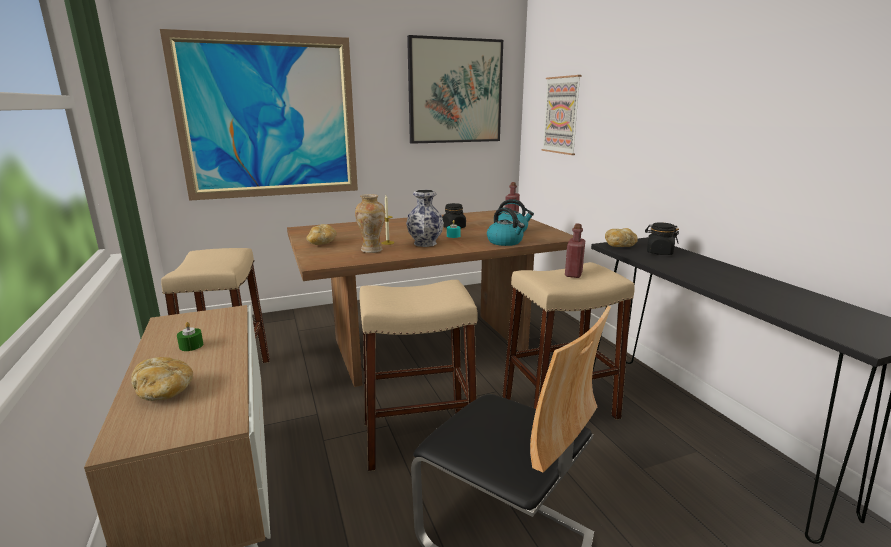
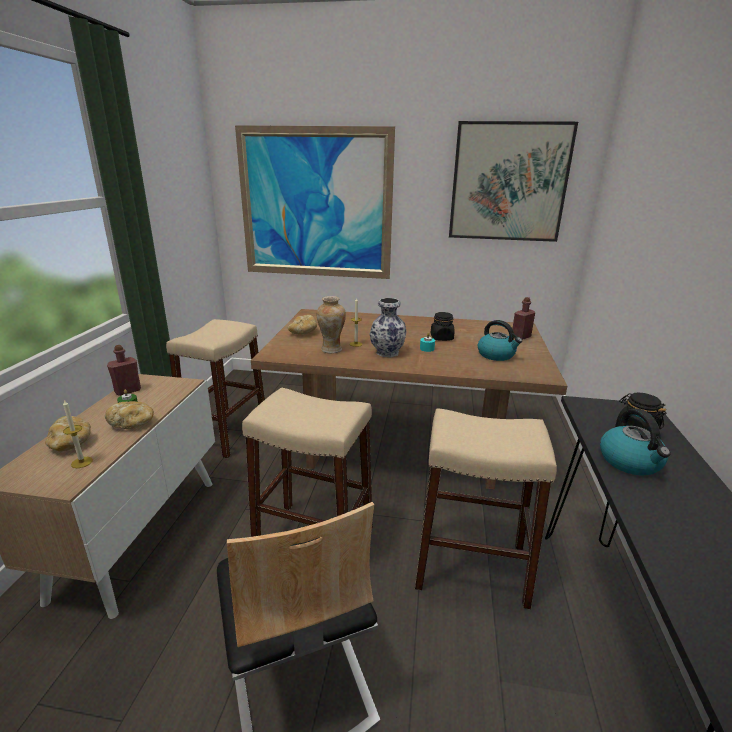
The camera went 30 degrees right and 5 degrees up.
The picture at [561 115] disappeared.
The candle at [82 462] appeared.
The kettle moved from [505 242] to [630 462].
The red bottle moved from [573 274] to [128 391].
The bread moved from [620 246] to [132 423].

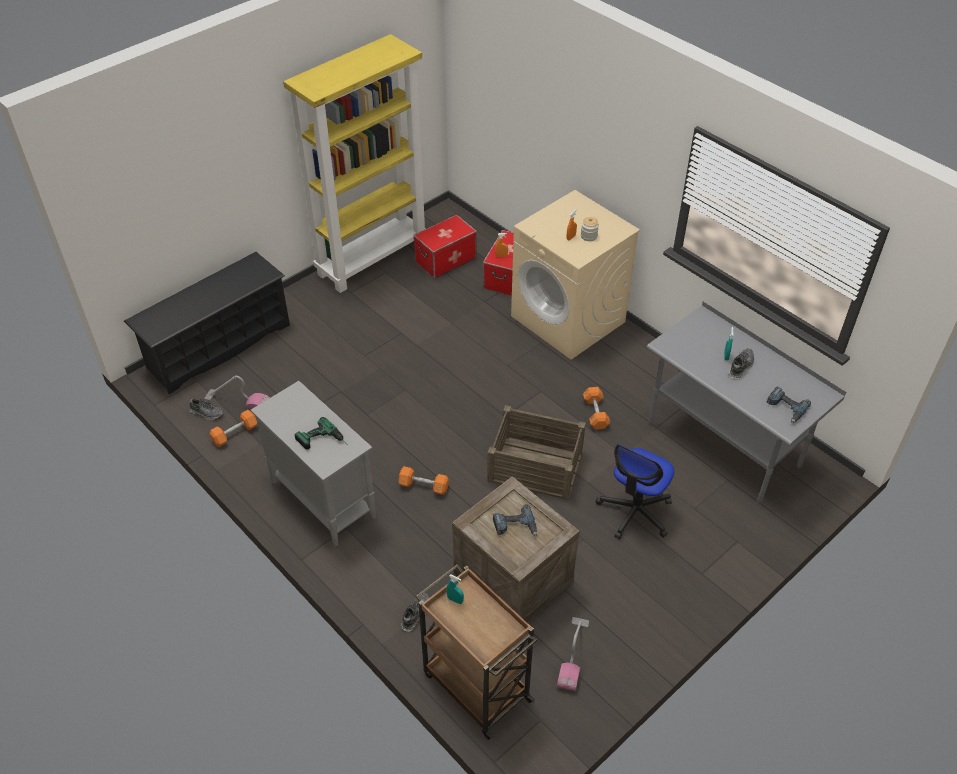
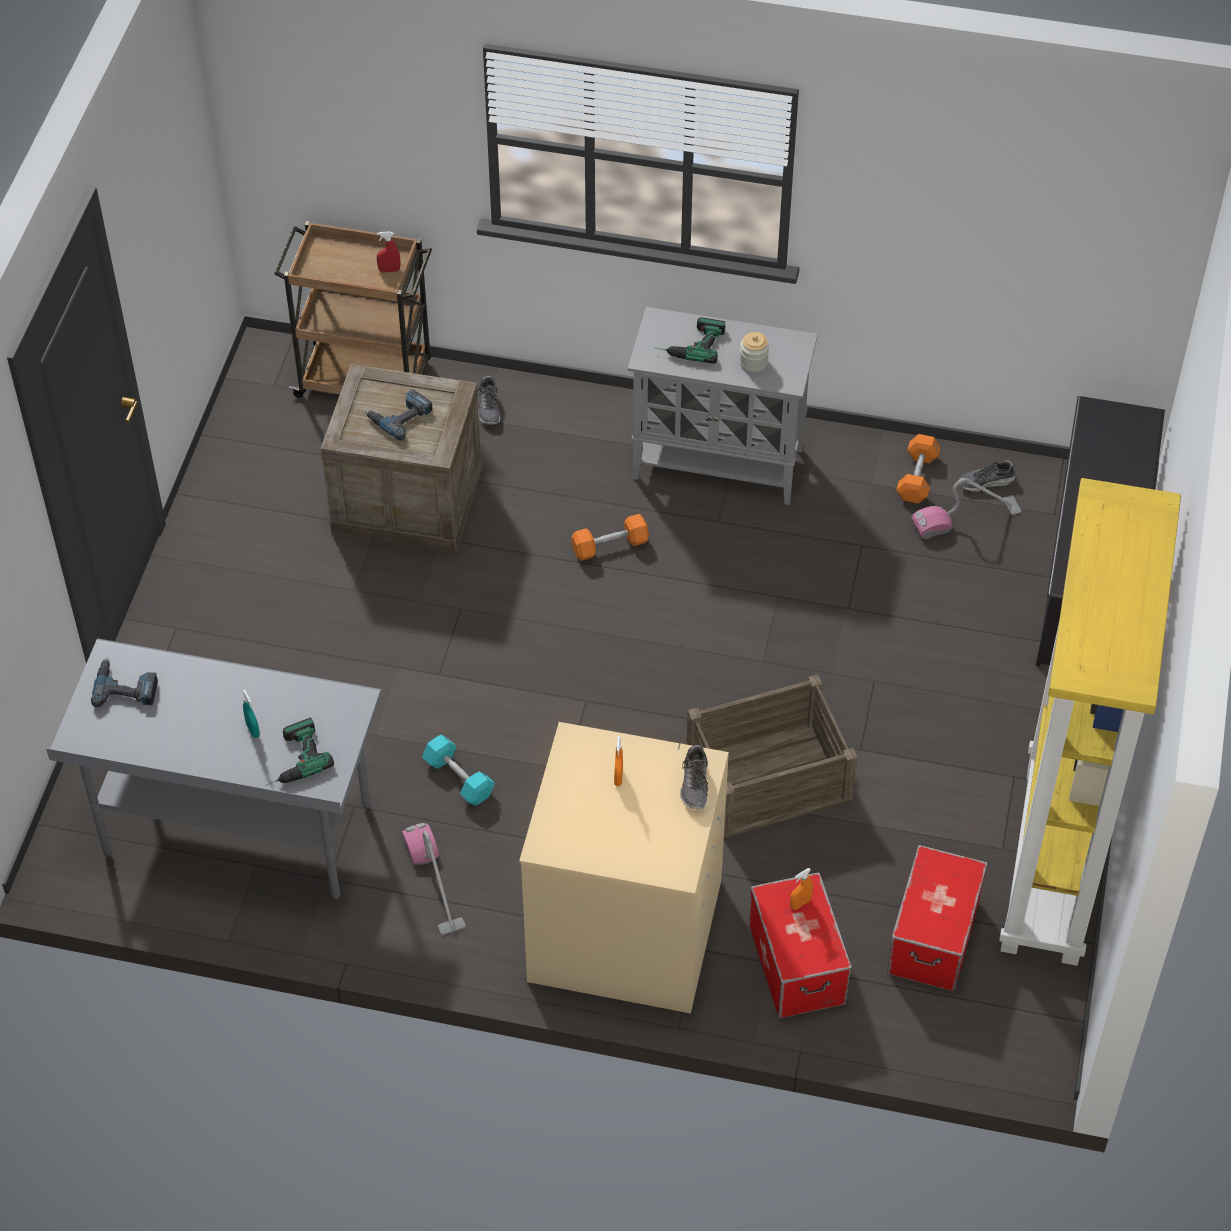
The camera went 145 degrees right and 5 degrees up.
The office chair at [635 512] disappeared.
The power drill at [291 759] appeared.
The crate moved from [535 466] to [767 776].
The vacuum cleaner moved from [573 654] to [434 882].
The jar moved from [589 236] to [753 362].
The shoe moved from [740 366] to [695 784].
The turquoise spray bottle at [455 600] became the red spray bottle at [389 270].
The orange dumbbell at [595 413] became the turquoise dumbbell at [458 778].

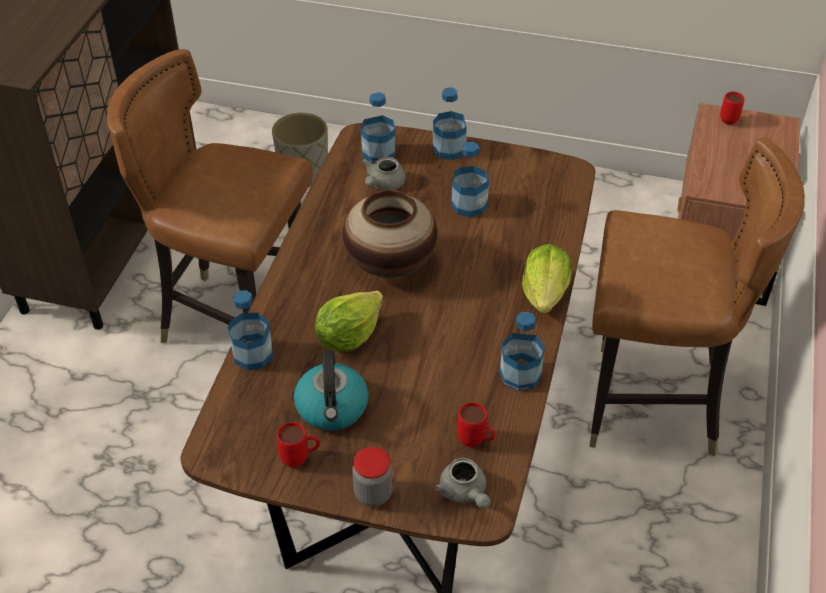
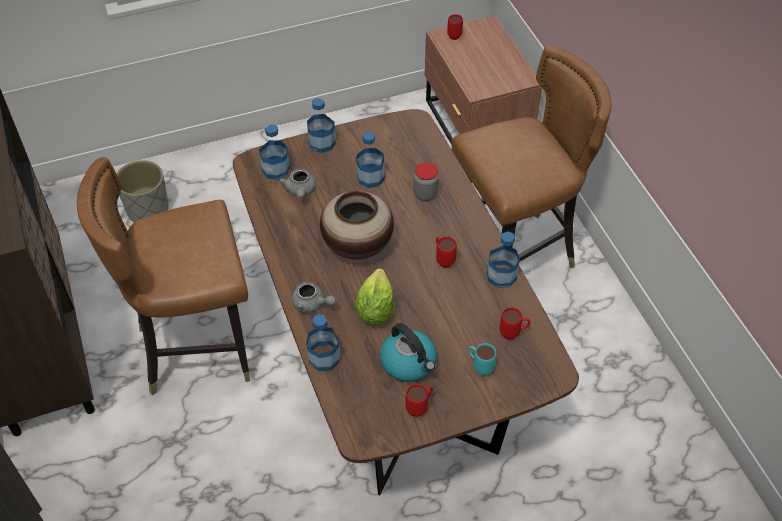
The camera went 35 degrees left and 5 degrees up.
The lettuce at [545 294] disappeared.
The red mug at [443 259] appeared.
The turquoise mug at [479 367] appeared.
The jar moved from [373 493] to [425 194].
The grey teapot moved from [464 493] to [312 304].

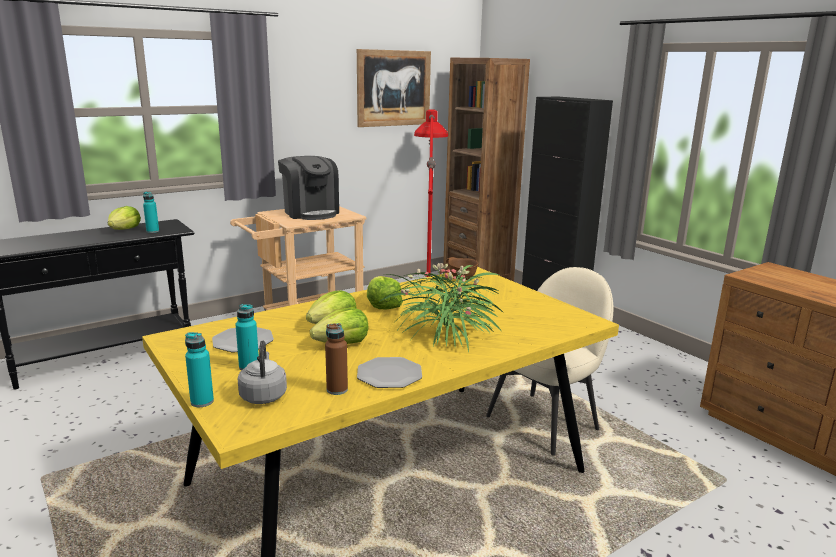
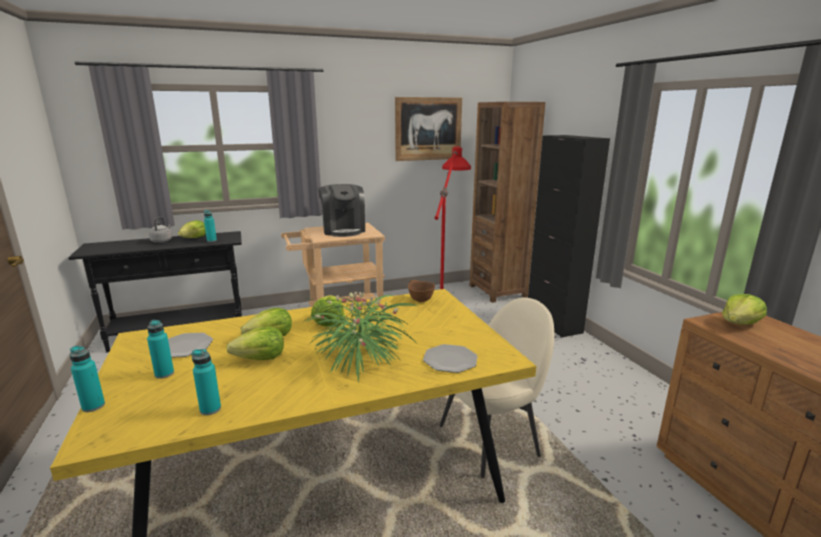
The camera went 15 degrees right and 0 degrees up.
The lettuce at [740 323] appeared.
The grey kettle moved from [263 395] to [162 241].
The plate moved from [389 374] to [450 360].
The brown bottle at [337 389] became the turquoise bottle at [210 409].

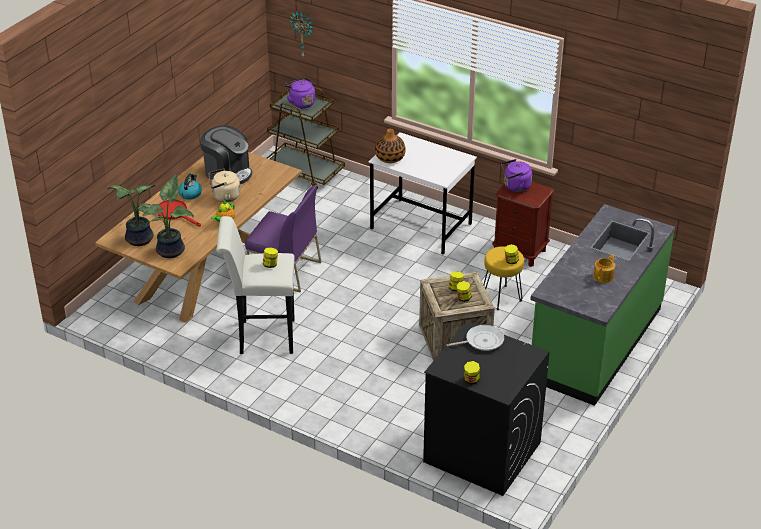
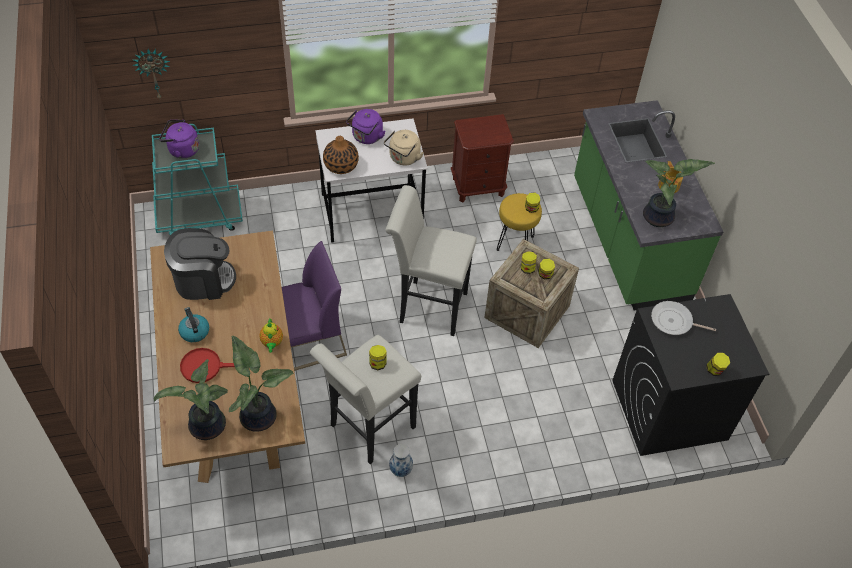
The camera went 45 degrees left and 15 degrees up.
The white stool at [427 306] appeared.
The vase at [400 470] appeared.
The potted plant at [659 218] appeared.
The beige kettle moved from [224 197] to [403 158].
The purple kettle moved from [515 187] to [366 137].
The brown cart at [305 172] became the turquoise cart at [200 216].
The frying pan at [482 341] turned 105 degrees counterclockwise.

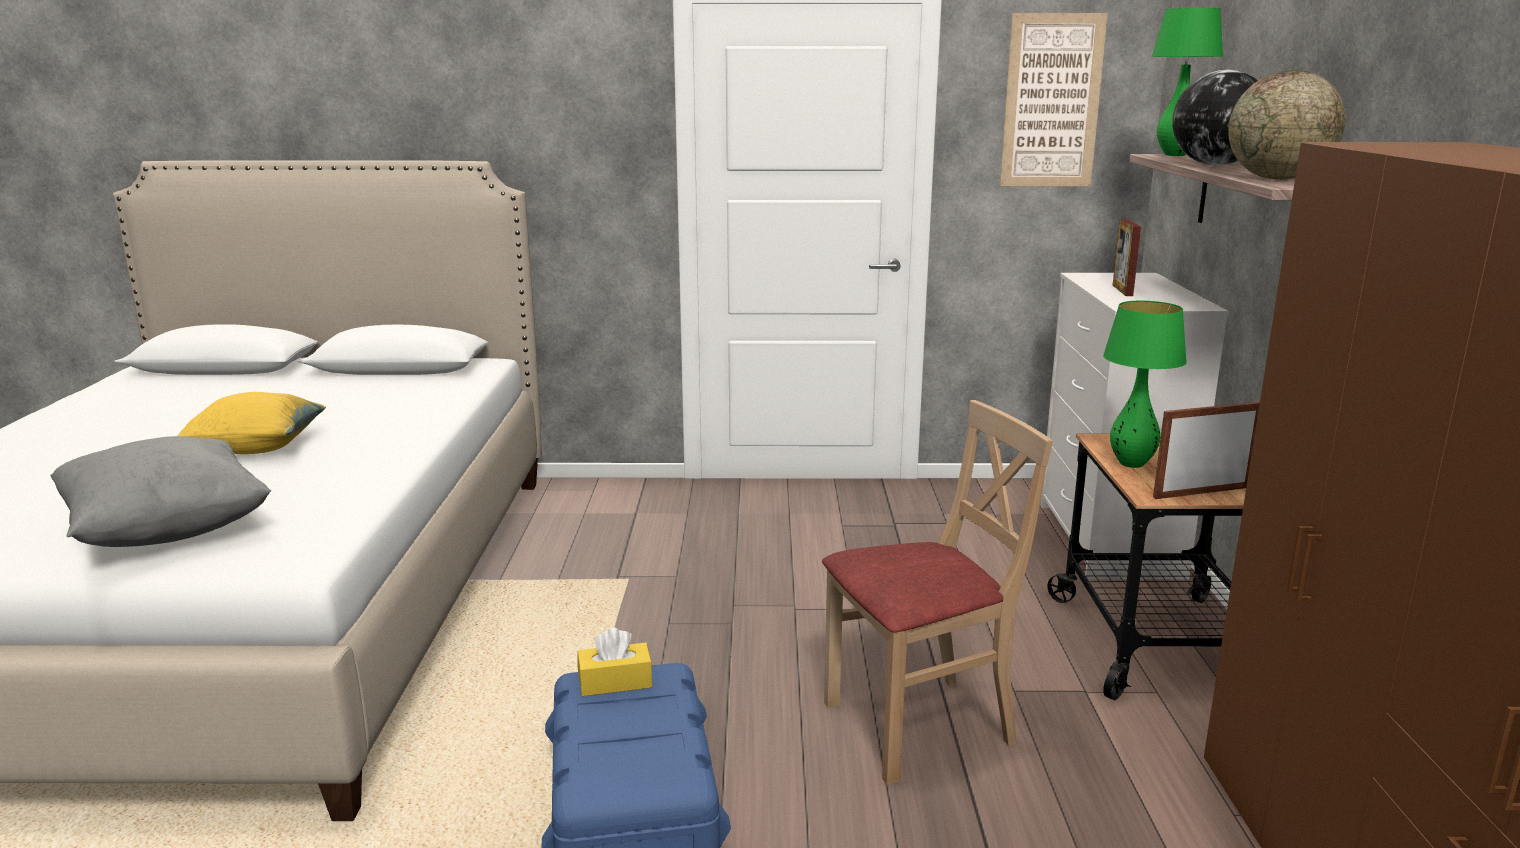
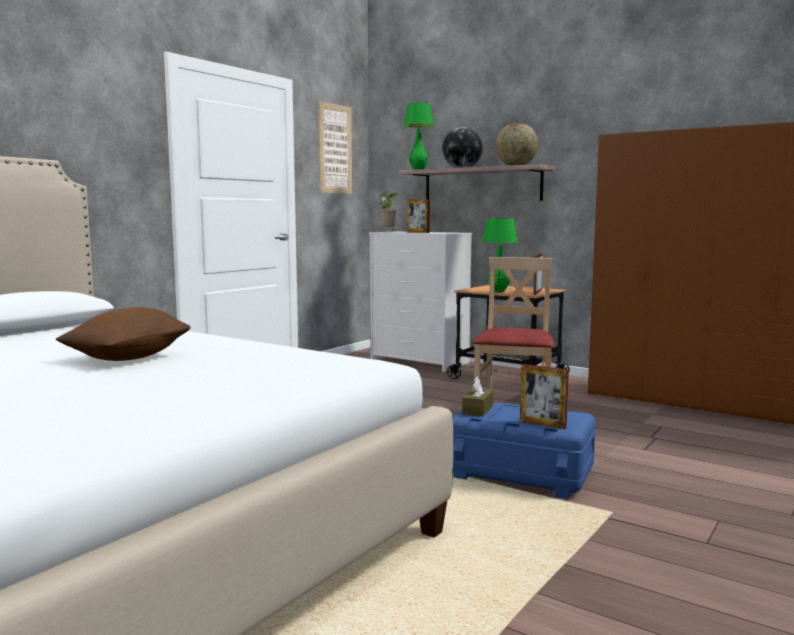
The camera went 55 degrees left and 10 degrees down.
The grey pillow at [167 532] disappeared.
The potted plant at [388 232] appeared.
The picture frame at [542 424] appeared.
The yellow pillow at [257 448] became the brown pillow at [128 358].
The yellow tissue box at [615 682] became the brown tissue box at [477 410].

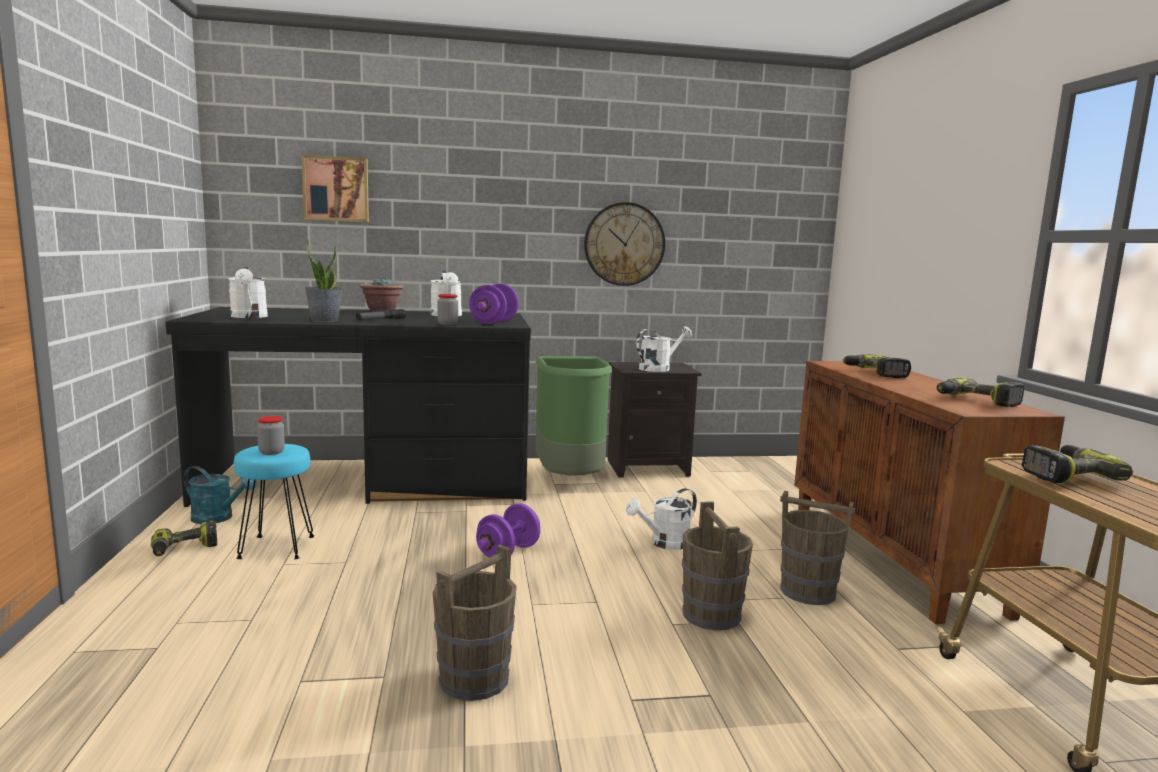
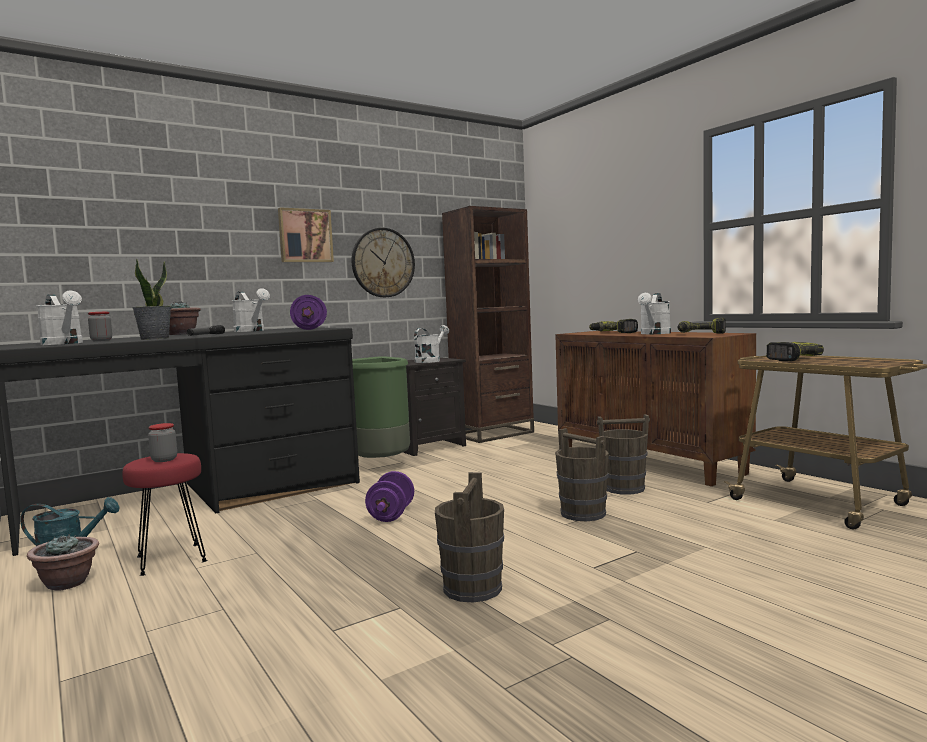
The camera went 25 degrees left and 5 degrees down.
The brown bookcase at [493 434] appeared.
The picture moved from [336 189] to [305 236].
The jar moved from [447 324] to [101 340].
The white watering can moved from [664 543] to [654 333].
The power drill at [185 549] was replaced by the potted plant at [67 583].
The turquoise stool at [276 548] became the red stool at [171 560].

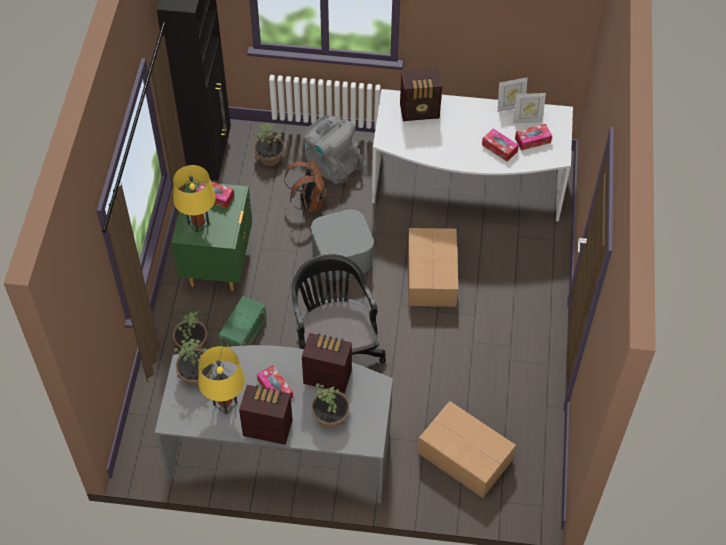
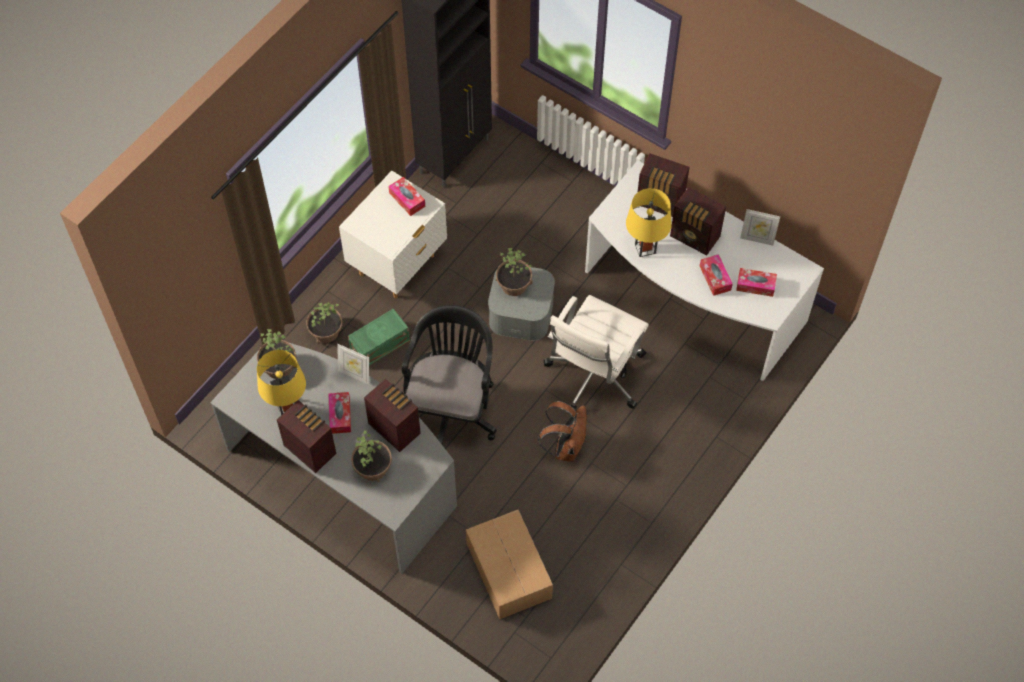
The camera went 30 degrees right and 5 degrees up.
The grey backpack at [331 165] disappeared.
The radio at [695 237] appeared.
The yellow table lamp moved from [198 223] to [645 248].
The potted plant moved from [270 158] to [513 285].
The brown backpack moved from [309 203] to [565 446].
The picture frame moved from [527 120] to [355 374].
The cardboard box at [431 276] was replaced by the white office chair at [594 376].
The green nightstand at [218 265] became the white nightstand at [398 266].

